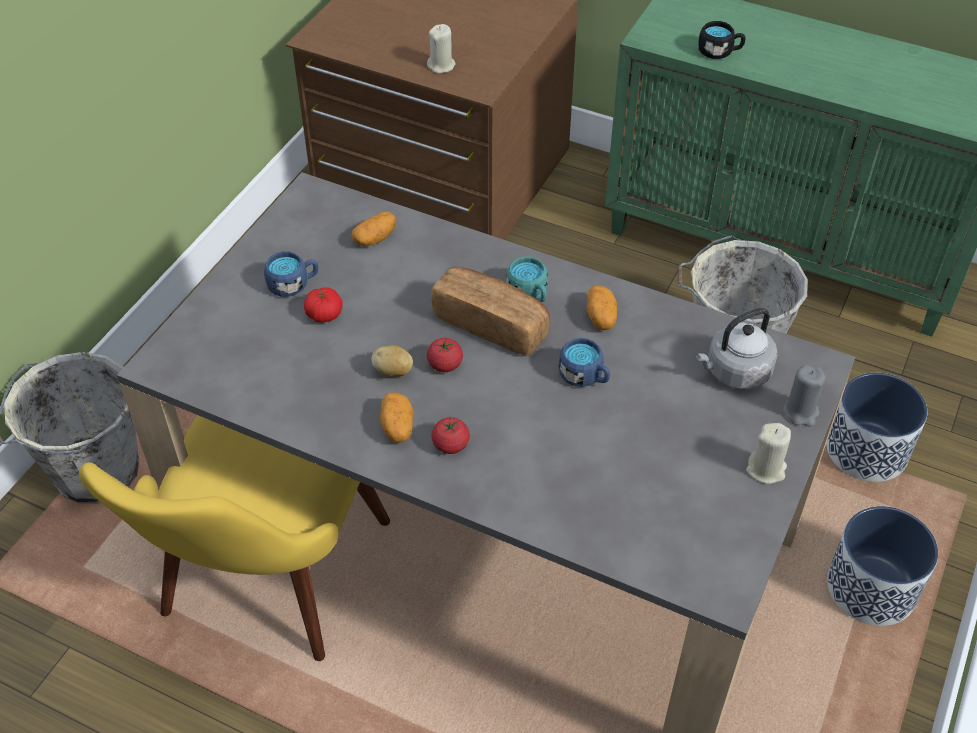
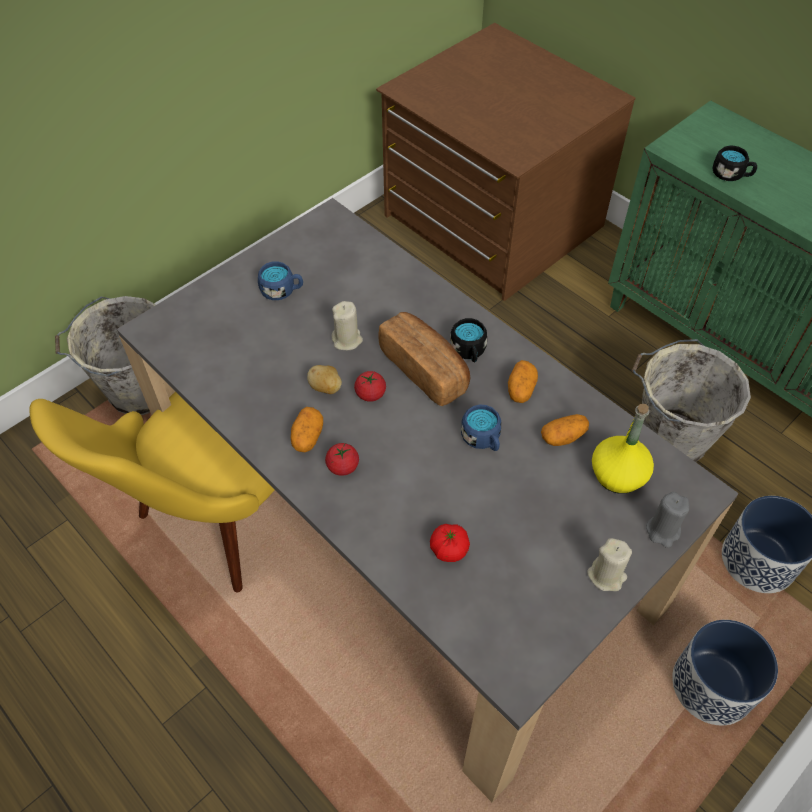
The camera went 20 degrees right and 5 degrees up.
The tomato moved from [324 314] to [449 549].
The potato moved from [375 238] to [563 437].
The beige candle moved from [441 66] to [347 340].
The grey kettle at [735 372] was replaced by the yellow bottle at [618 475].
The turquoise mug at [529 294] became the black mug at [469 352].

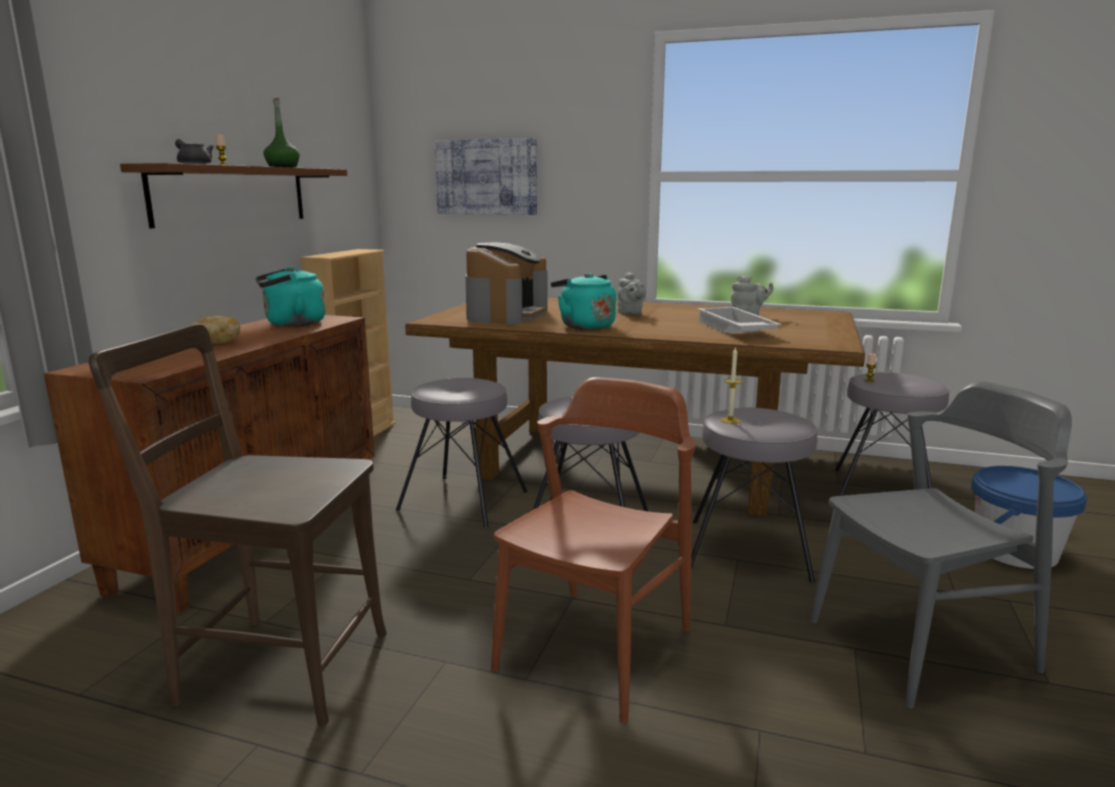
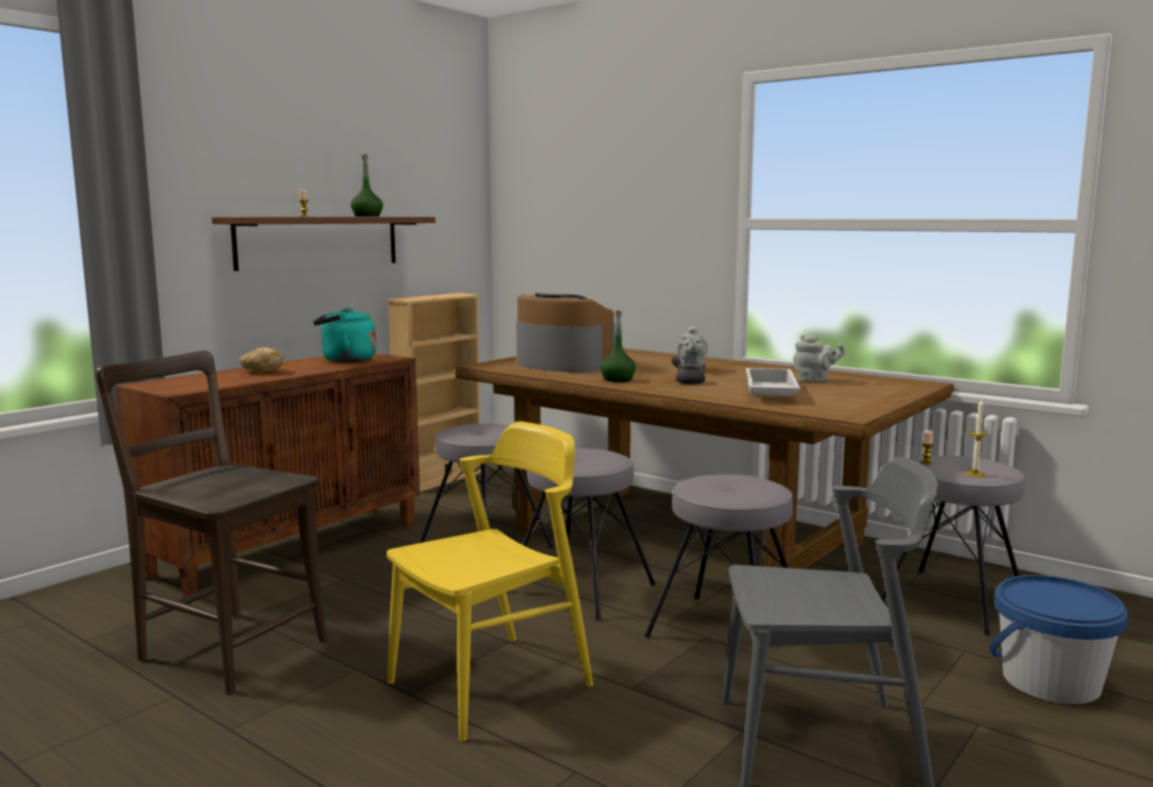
The camera went 20 degrees right and 5 degrees down.
The picture at [486 177] disappeared.
The grey teapot moved from [193 164] to [688 382].
The candle moved from [730 420] to [975 474].
The turquoise kettle at [584 326] was replaced by the green bottle at [617 379].
The brown chair at [596 648] became the yellow chair at [491 683].
The coffee machine at [506 315] turned 90 degrees counterclockwise.

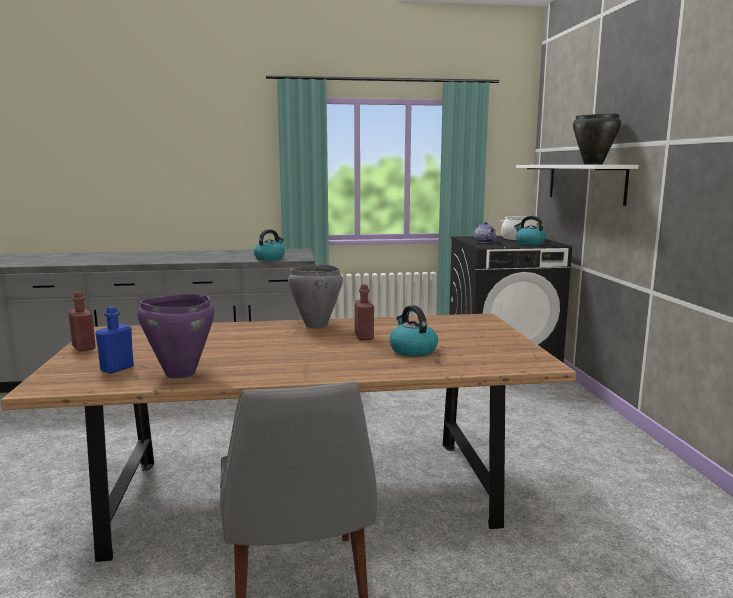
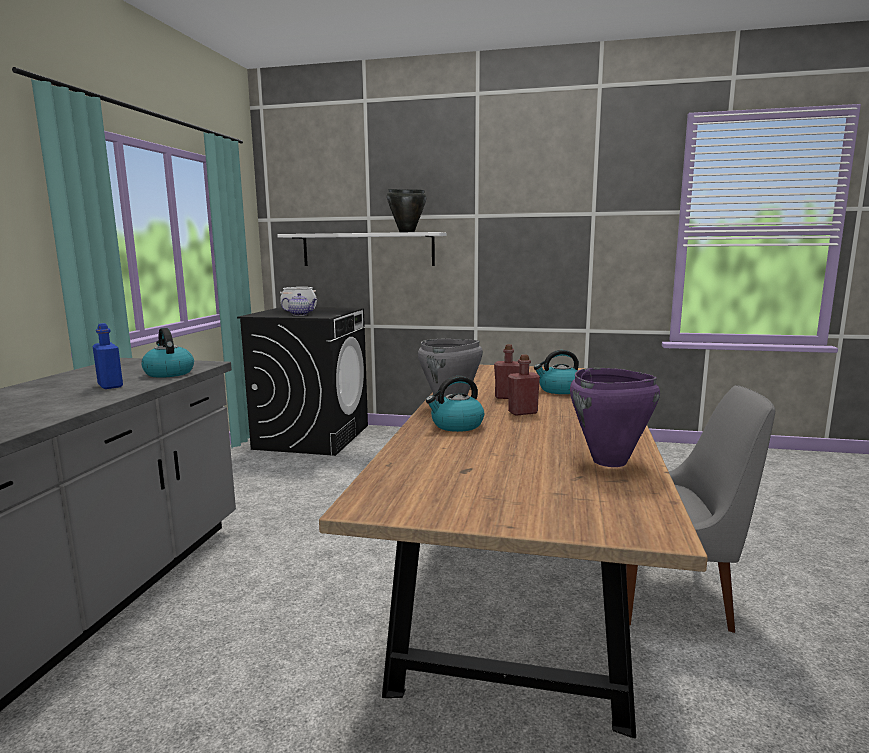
The camera went 70 degrees left and 0 degrees up.
The red bottle moved from [84 347] to [523 412].
The blue bottle moved from [117 368] to [110 386].
The kettle moved from [529 243] to [456 425].

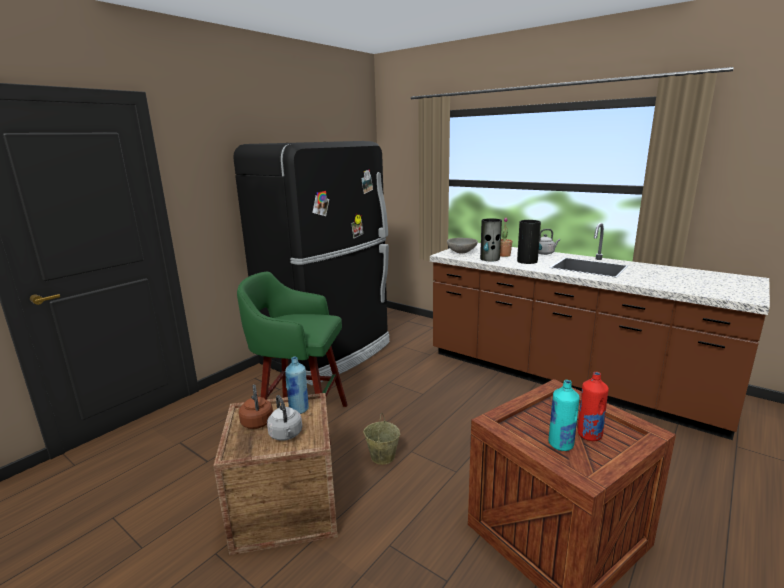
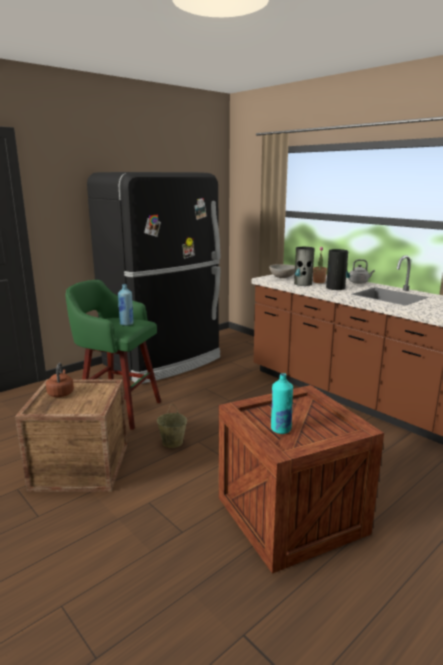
The camera went 10 degrees right and 0 degrees up.
The grey kettle at [286 435] disappeared.
The red bottle at [589 435] disappeared.
The blue bottle moved from [299 409] to [126 324].

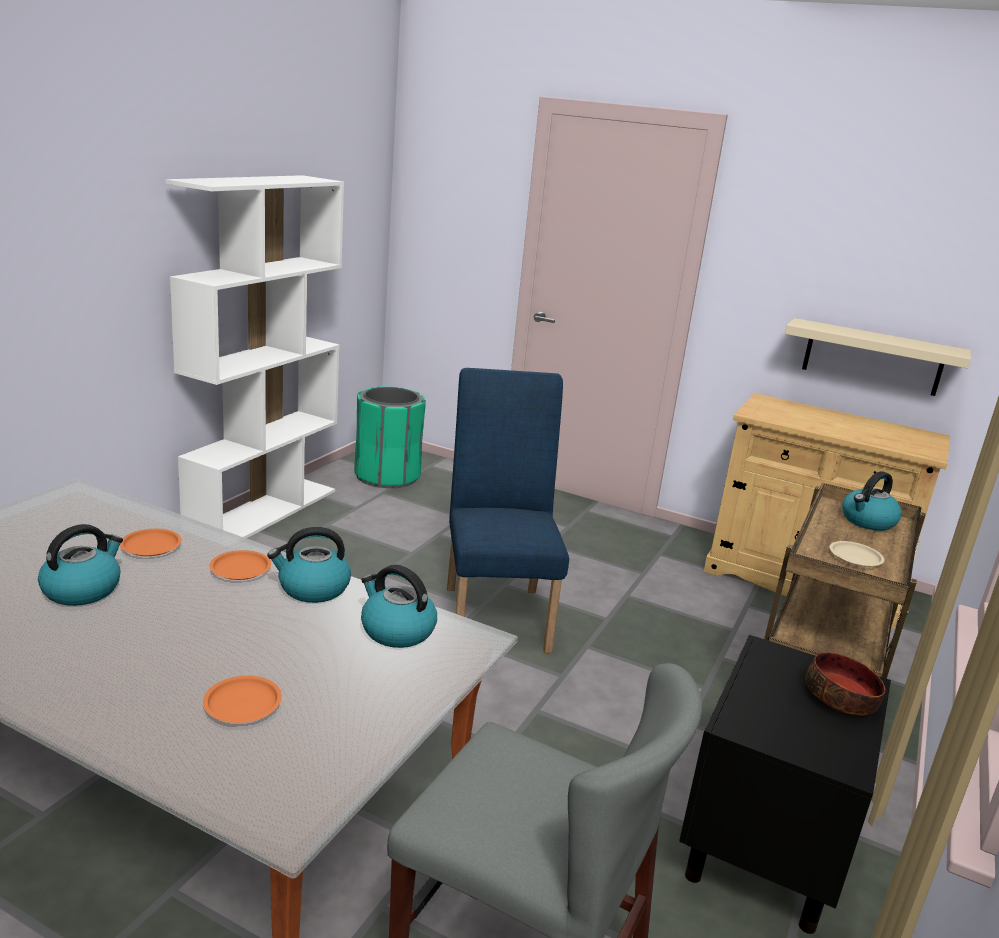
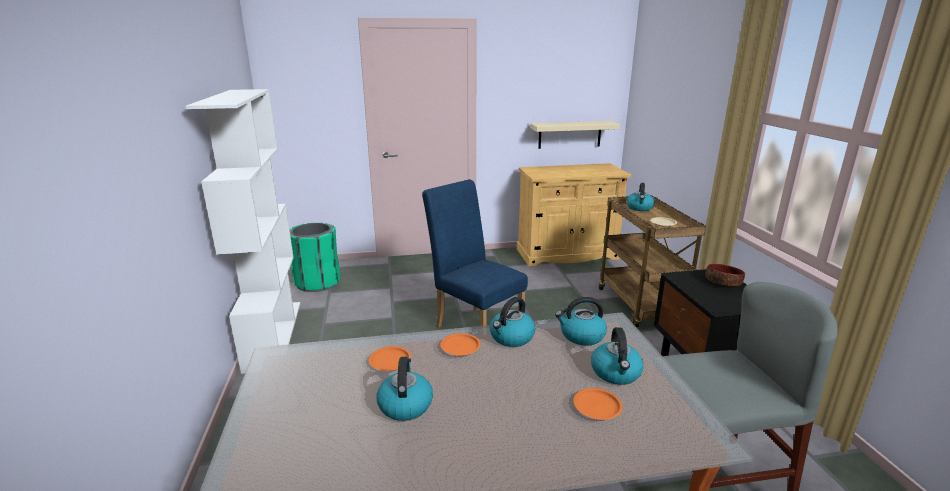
The camera went 35 degrees left and 0 degrees up.
The kettle at [616 373] appeared.

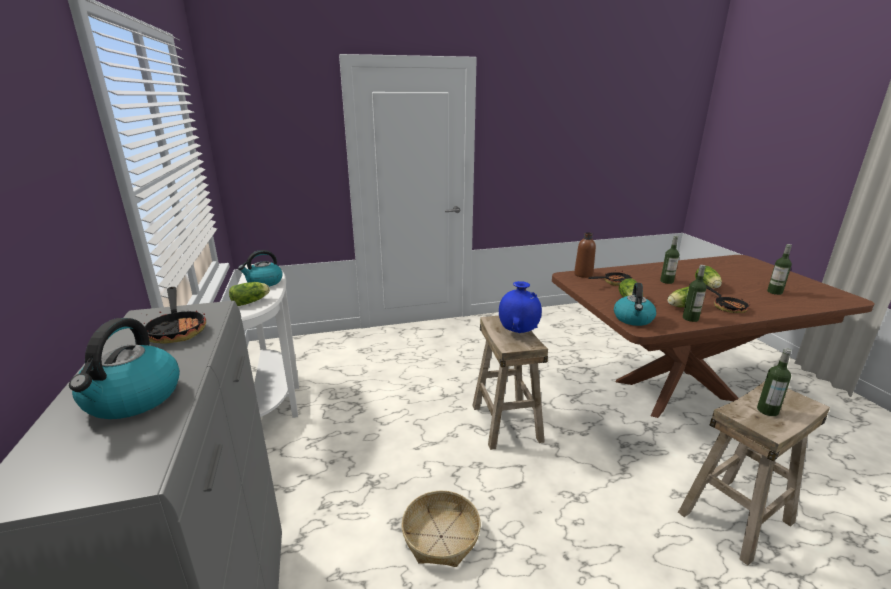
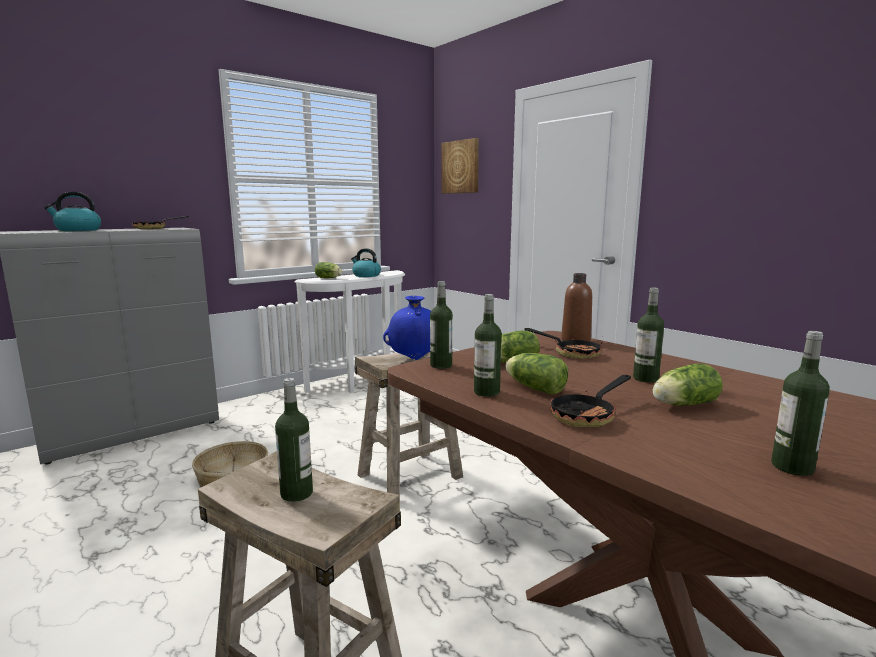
The camera went 65 degrees right and 10 degrees down.
The picture at [461 167] appeared.
The kettle at [633 319] was replaced by the bottle at [441 365].

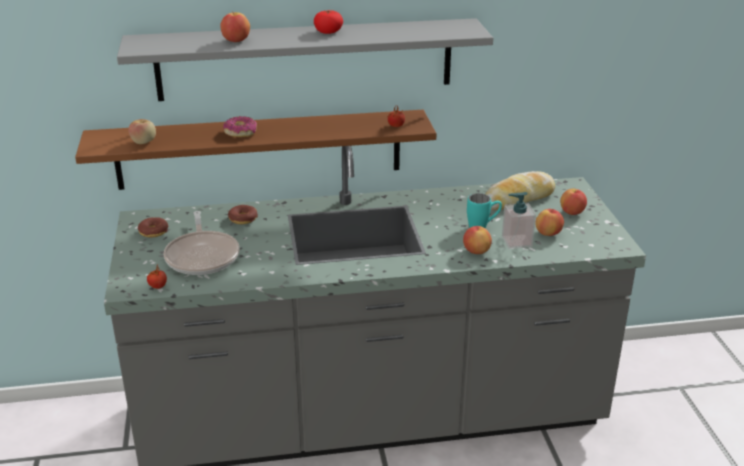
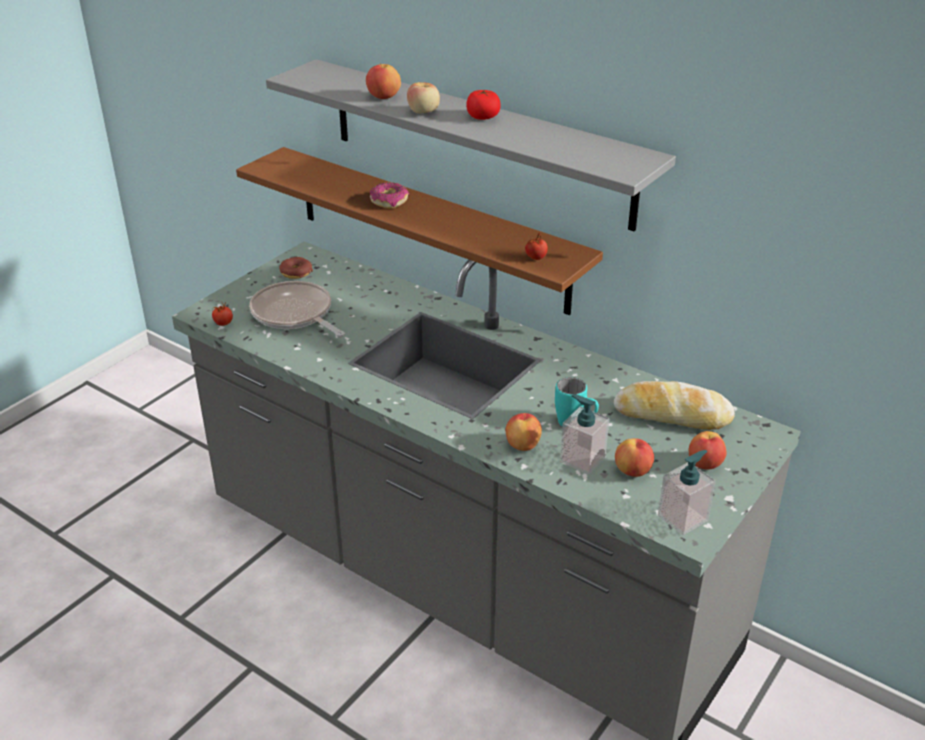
The camera went 45 degrees right and 5 degrees up.
The donut at [243 219] disappeared.
The soap dispenser at [683 518] appeared.
The apple moved from [144 142] to [424 112].
The frying pan at [202 256] turned 105 degrees clockwise.

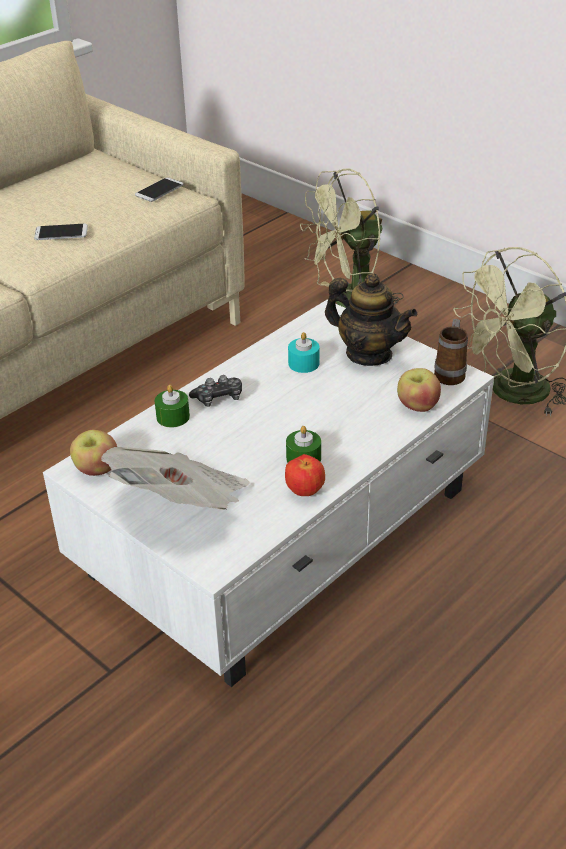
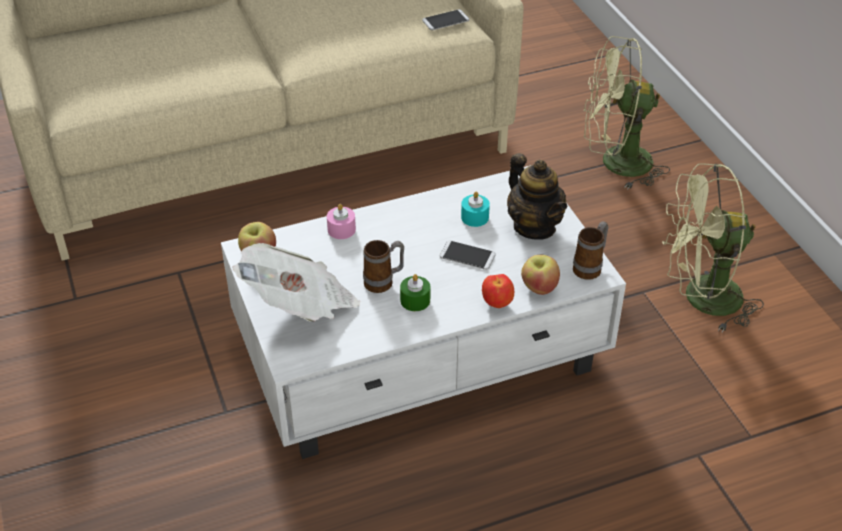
The camera went 25 degrees right and 5 degrees up.
The game controller at [218 398] disappeared.
The mug at [384 282] appeared.
The phone moved from [61 233] to [467 256].
The apple moved from [305 491] to [497 303].
The green candle at [173 417] became the pink candle at [341 229].

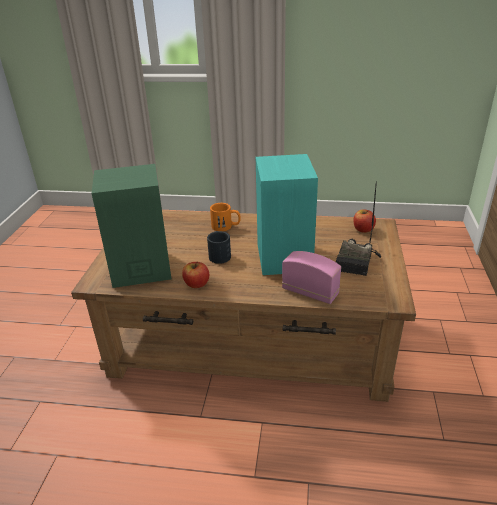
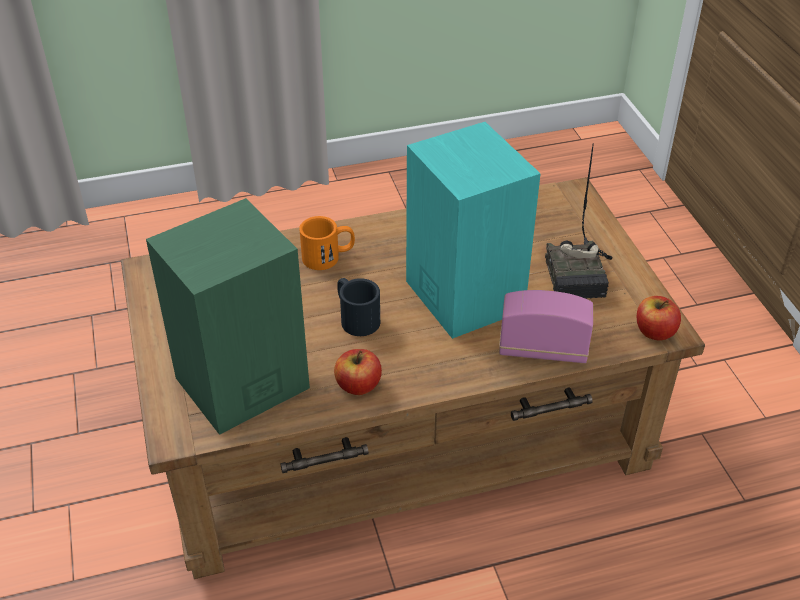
The camera went 25 degrees left and 10 degrees up.
The apple moved from [363 229] to [654 331].

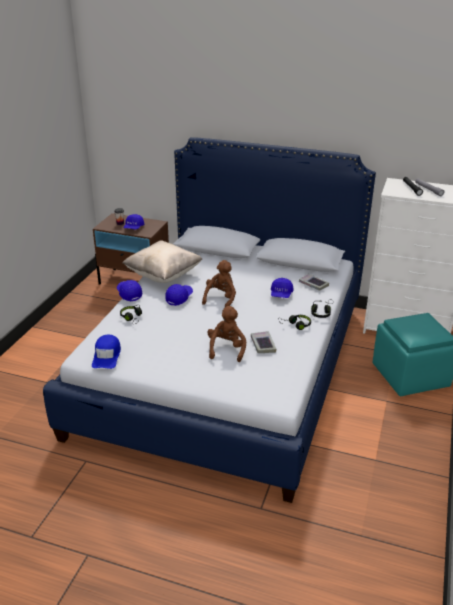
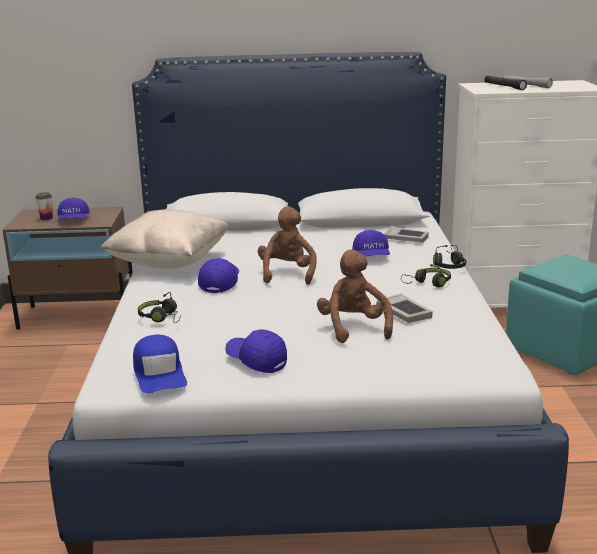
The camera went 20 degrees left and 10 degrees down.
The blue cap moved from [129 294] to [256 361].

